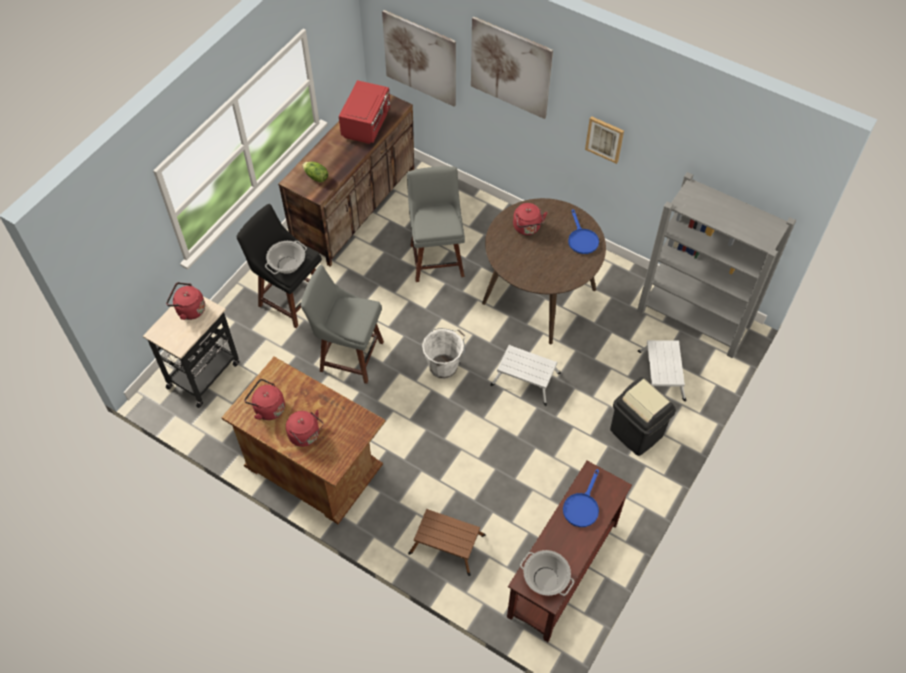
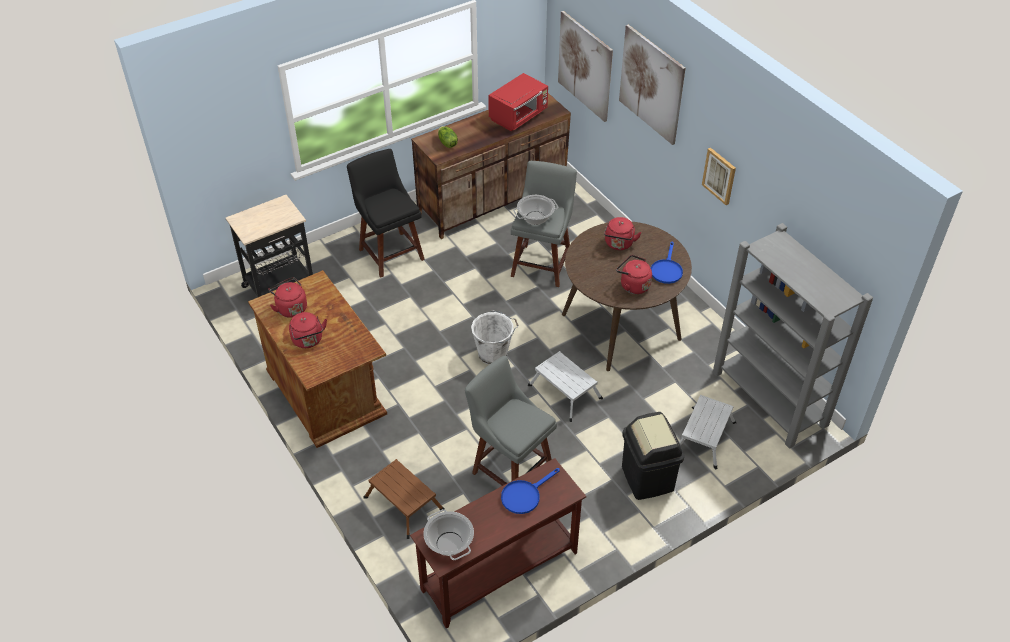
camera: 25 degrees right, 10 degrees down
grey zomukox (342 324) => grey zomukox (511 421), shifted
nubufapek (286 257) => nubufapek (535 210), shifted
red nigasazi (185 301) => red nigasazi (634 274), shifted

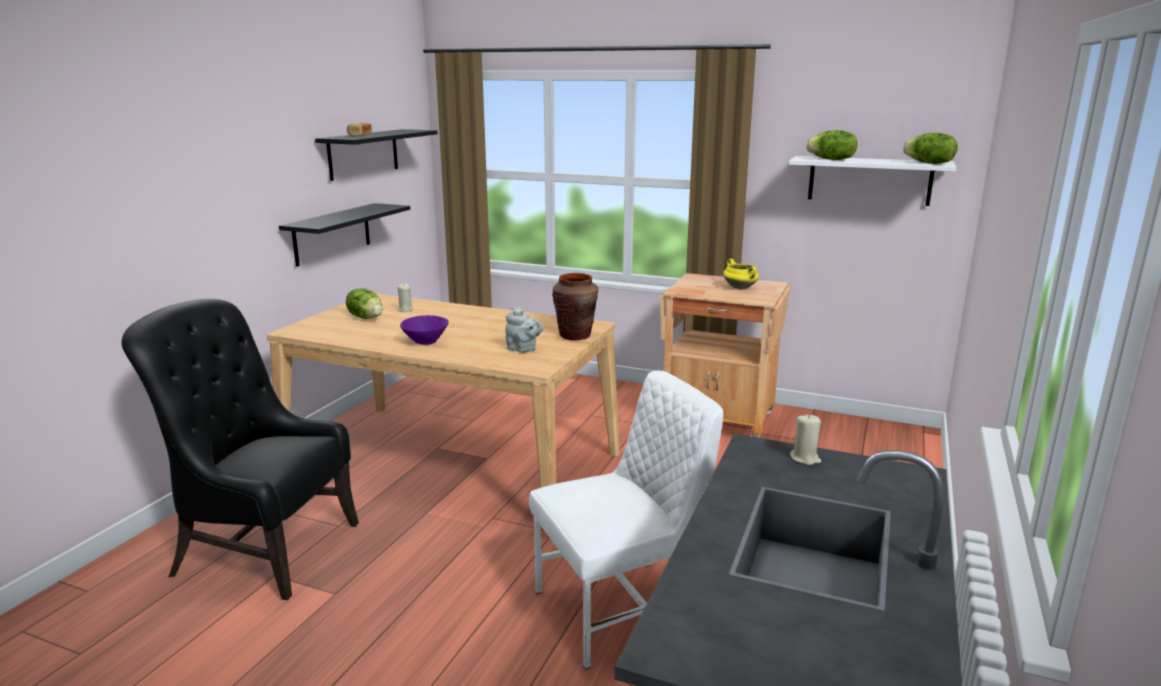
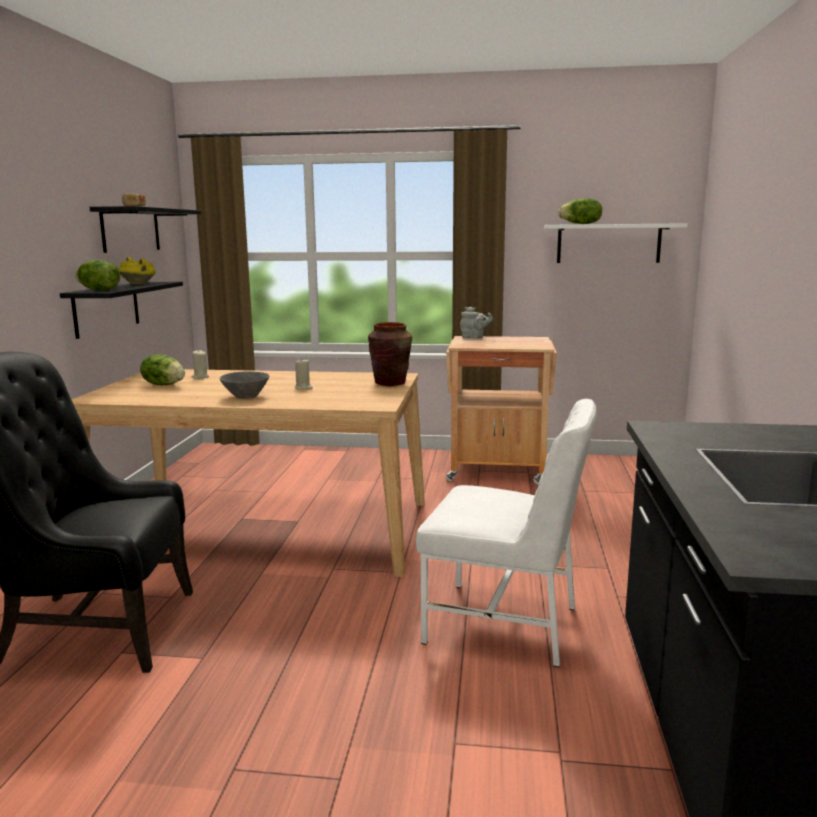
camera: 15 degrees left, 5 degrees down
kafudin (930 148) => kafudin (97 275), shifted
yellow nubufapek (741 274) => yellow nubufapek (137 270), shifted
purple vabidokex (424 330) => grey vabidokex (244 384)
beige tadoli (805 439) => beige tadoli (304 375), shifted
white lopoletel (626 520) => white lopoletel (506 533), 60 degrees clockwise
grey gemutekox (524 330) => grey gemutekox (476 323), shifted

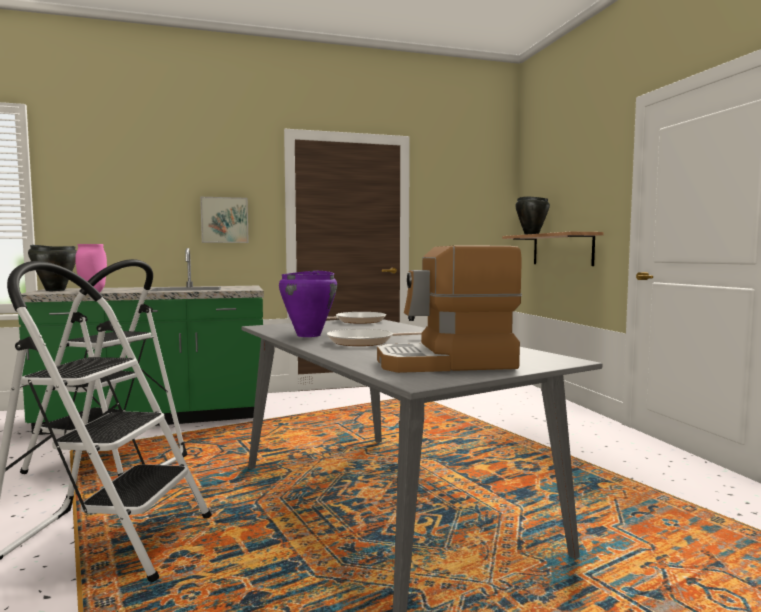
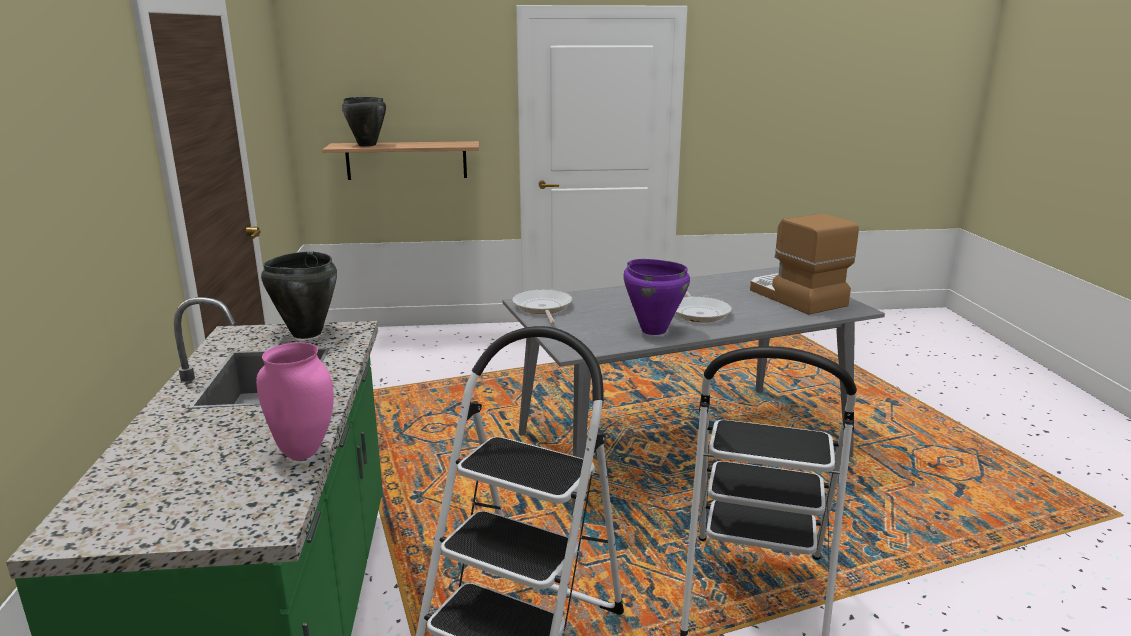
camera: 80 degrees left, 15 degrees up
black nubufapek (52 268) => black nubufapek (299 295), shifted
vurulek (449 309) => vurulek (804 264), 150 degrees clockwise
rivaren (224 220) => nothing

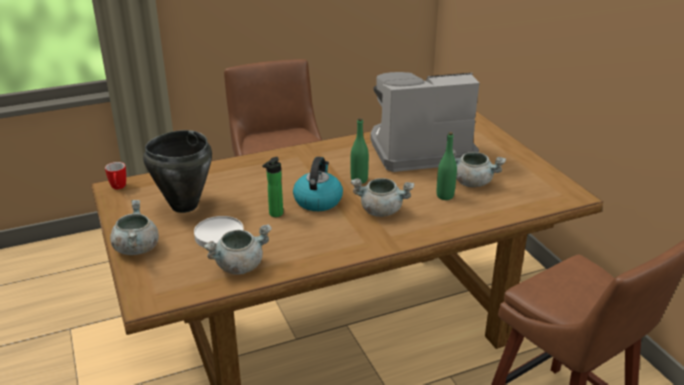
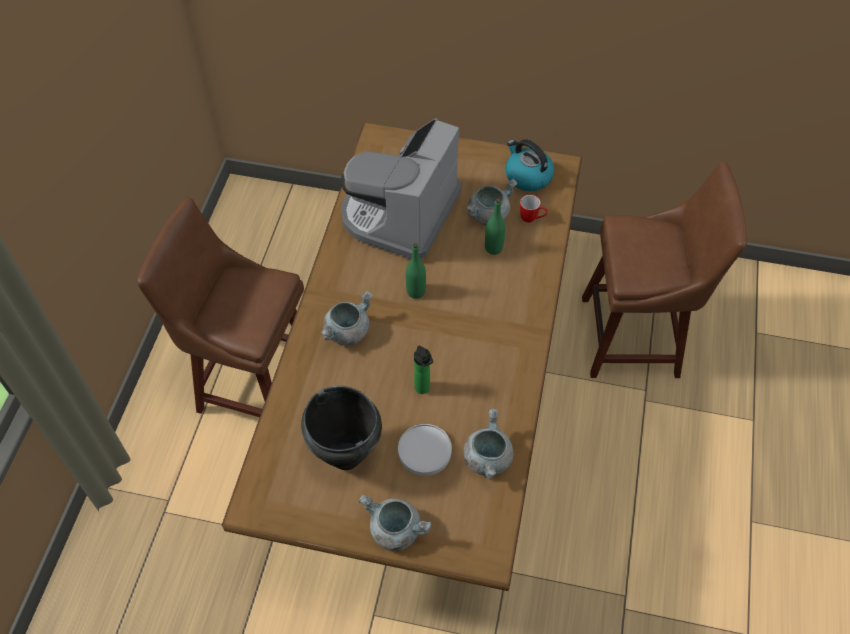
camera: 55 degrees left, 25 degrees up
grey nubufapek (382 197) => grey nubufapek (346 318), shifted
nigasazi (318 184) => nigasazi (529 165), shifted
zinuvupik (115 176) => zinuvupik (534 209), shifted

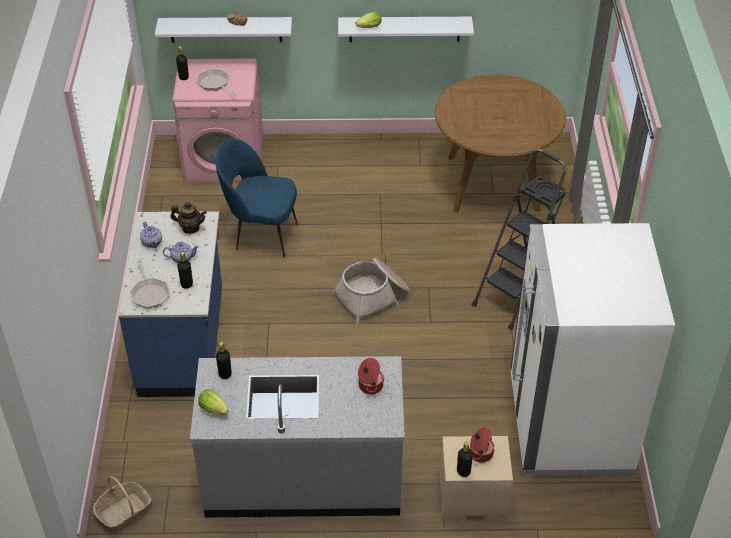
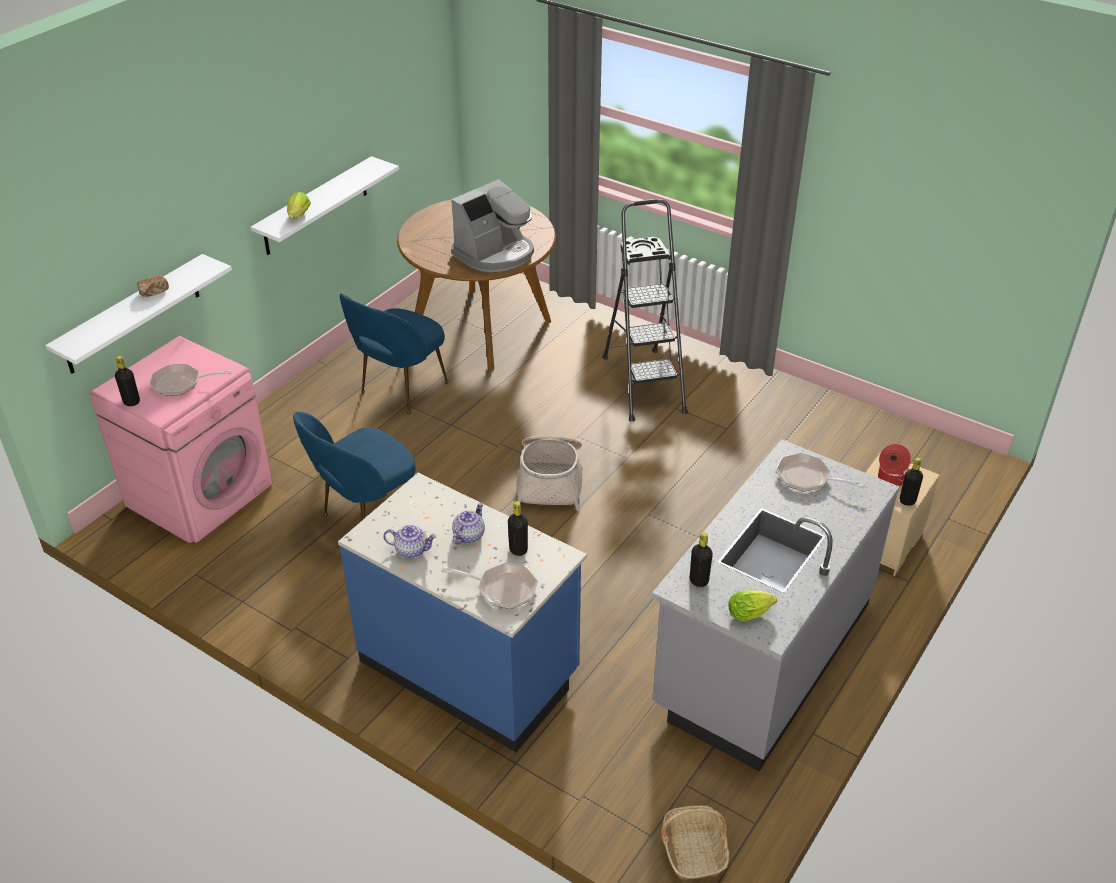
camera: 55 degrees left, 5 degrees down
nothing => blue lopoletel (394 354)
nothing => vurulek (492 225)
nubufapek (371 376) => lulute (820 472)
gemutekox (189 218) => nothing
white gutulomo (593 350) => nothing

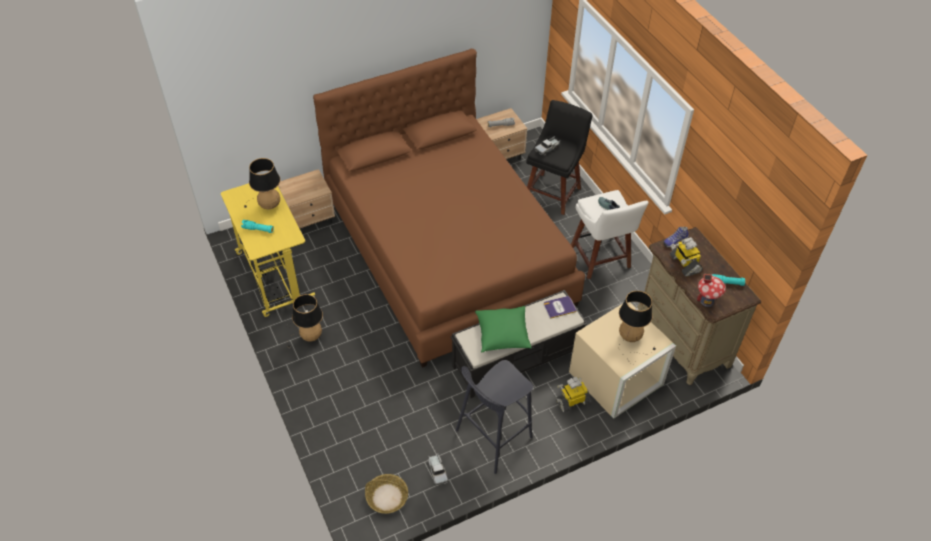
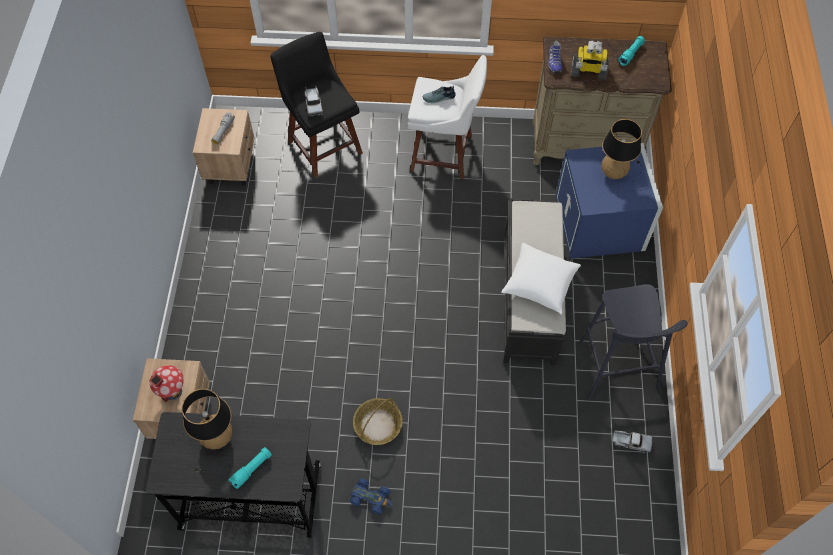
camera: 60 degrees left, 10 degrees up
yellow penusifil (268 250) => black penusifil (233 475)
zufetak (711 290) => zufetak (166 383), shifted
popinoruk (305 321) => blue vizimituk (371 496)
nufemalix (386 494) => nufemalix (378 421), shifted
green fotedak (503 329) => white fotedak (541 279)
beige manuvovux (622 360) => blue manuvovux (609 201)
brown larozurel (449 208) => nothing
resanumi (560 307) => nothing
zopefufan (573 395) => nothing

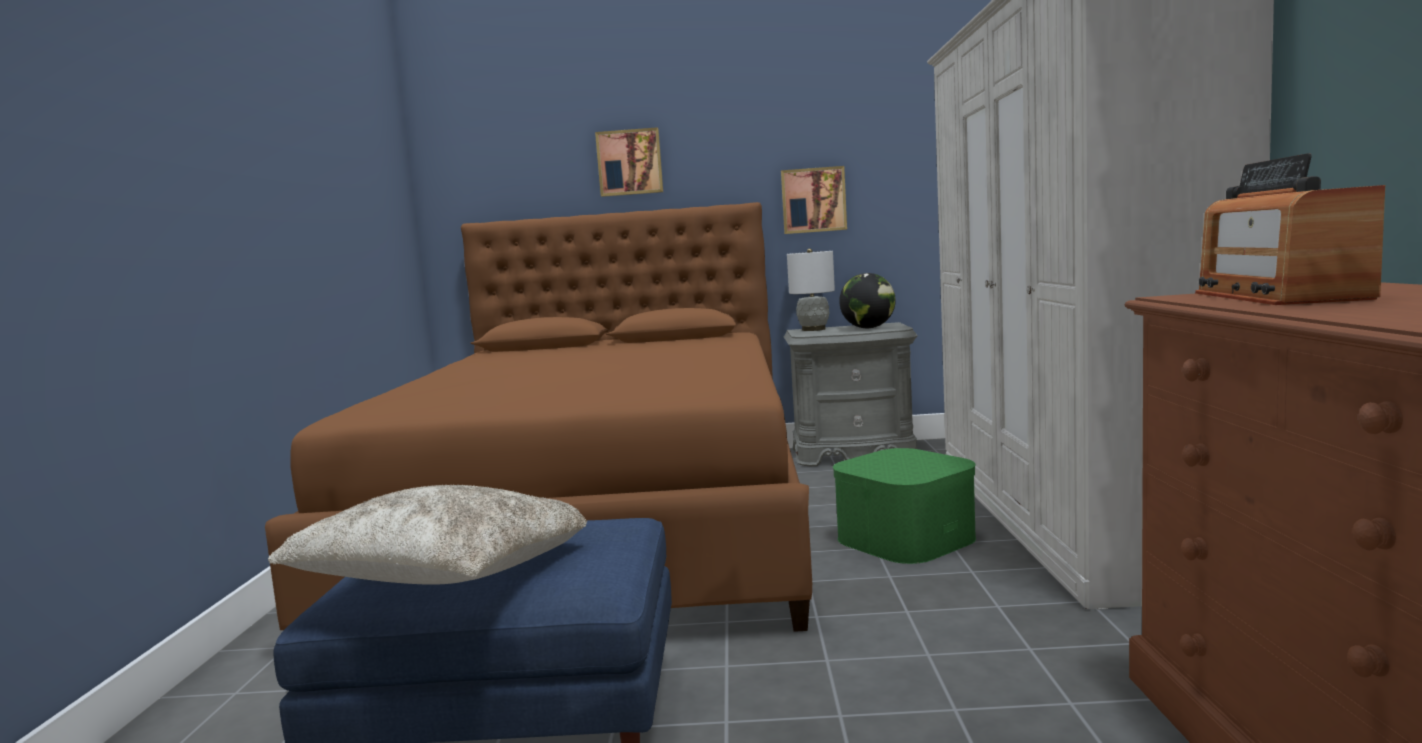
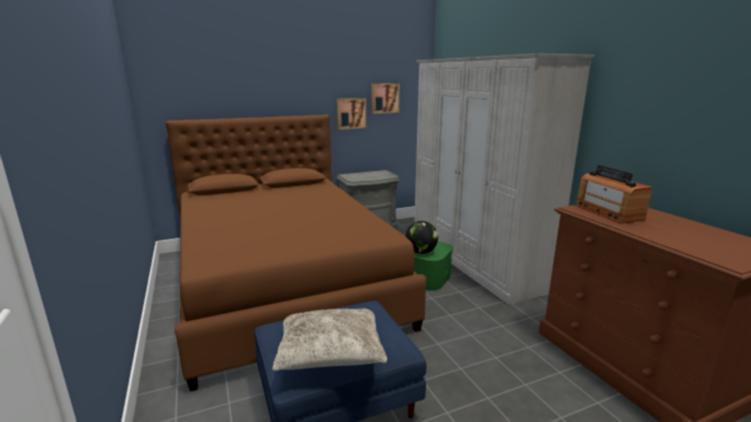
camera: 25 degrees left, 10 degrees up
rivaren (629 162) => rivaren (386 98), shifted
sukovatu (867 300) => sukovatu (421 237), shifted
white popinoruk (811 289) => nothing

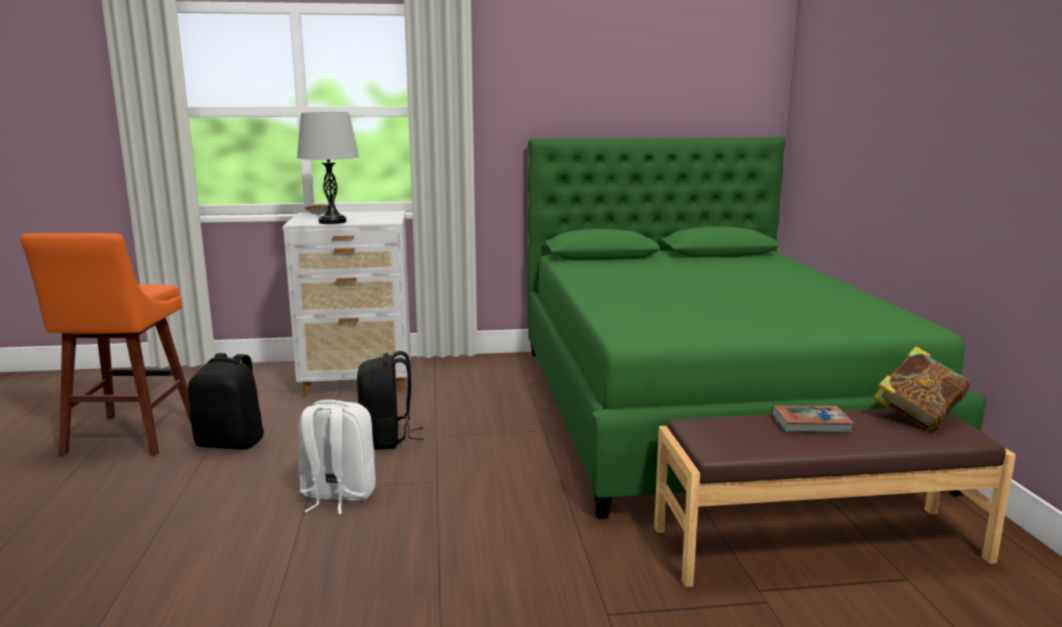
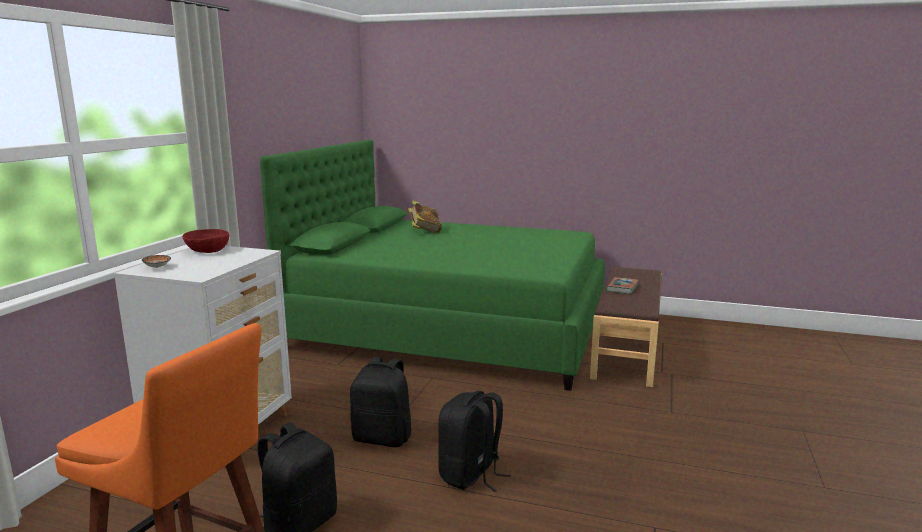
camera: 65 degrees left, 0 degrees up
nothing => red vabidokex (205 241)
resanumi (921 388) => resanumi (425 217), shifted
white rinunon (337 457) => black rinunon (474 441)
grey popinoruk (328 168) => nothing

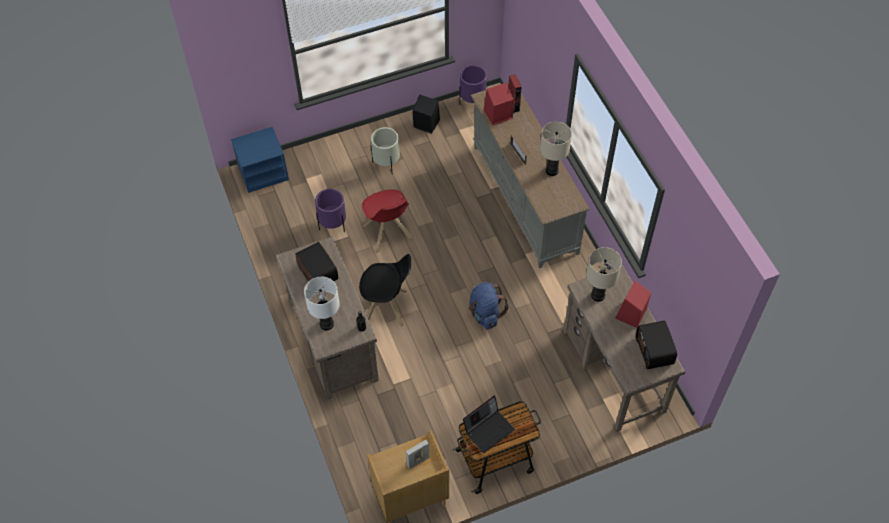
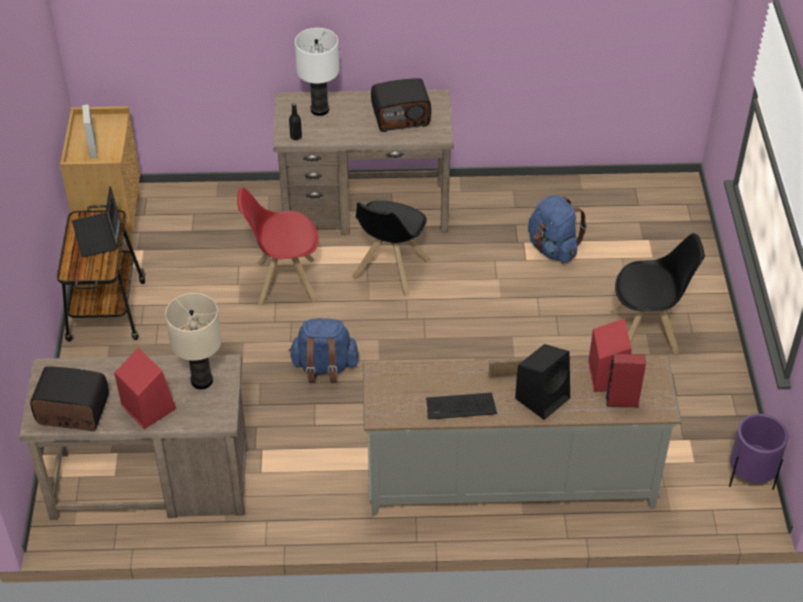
camera: 110 degrees right, 10 degrees down
red lopoletel (387 221) => red lopoletel (278 246), shifted
beige popinoruk (556 149) => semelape (461 406)
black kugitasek (426 114) => black kugitasek (542 382), shifted
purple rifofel (330 210) => blue rinunon (557 229)
beige rifofel (385 149) => black lopoletel (657 294)
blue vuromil (260 160) => nothing

